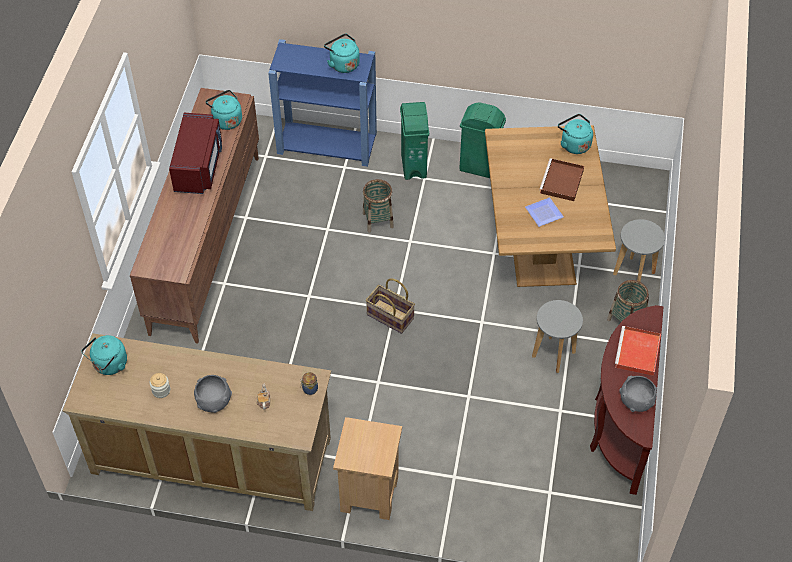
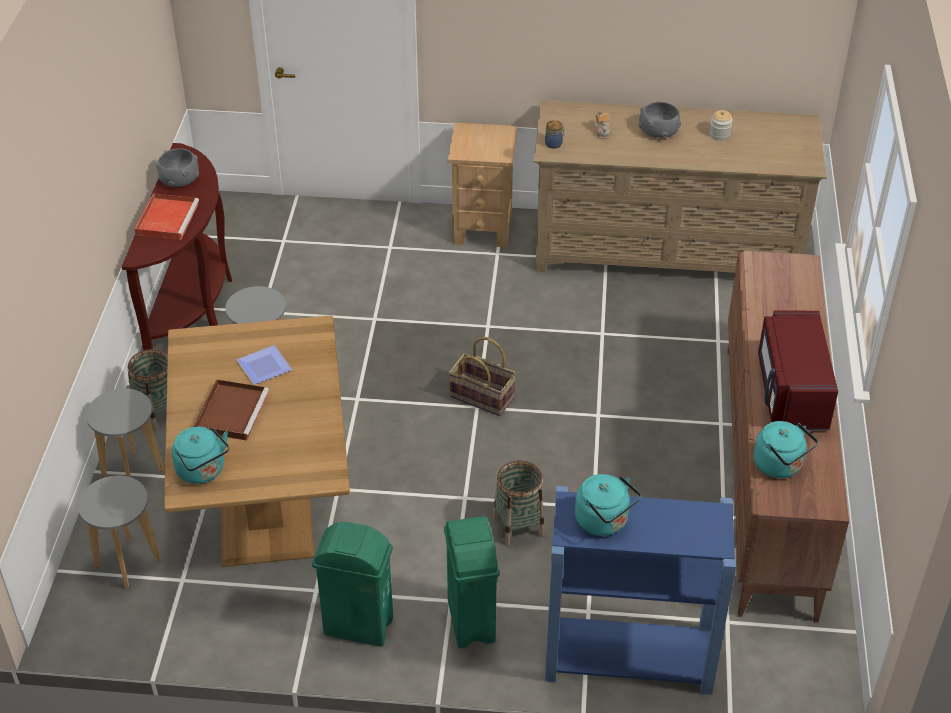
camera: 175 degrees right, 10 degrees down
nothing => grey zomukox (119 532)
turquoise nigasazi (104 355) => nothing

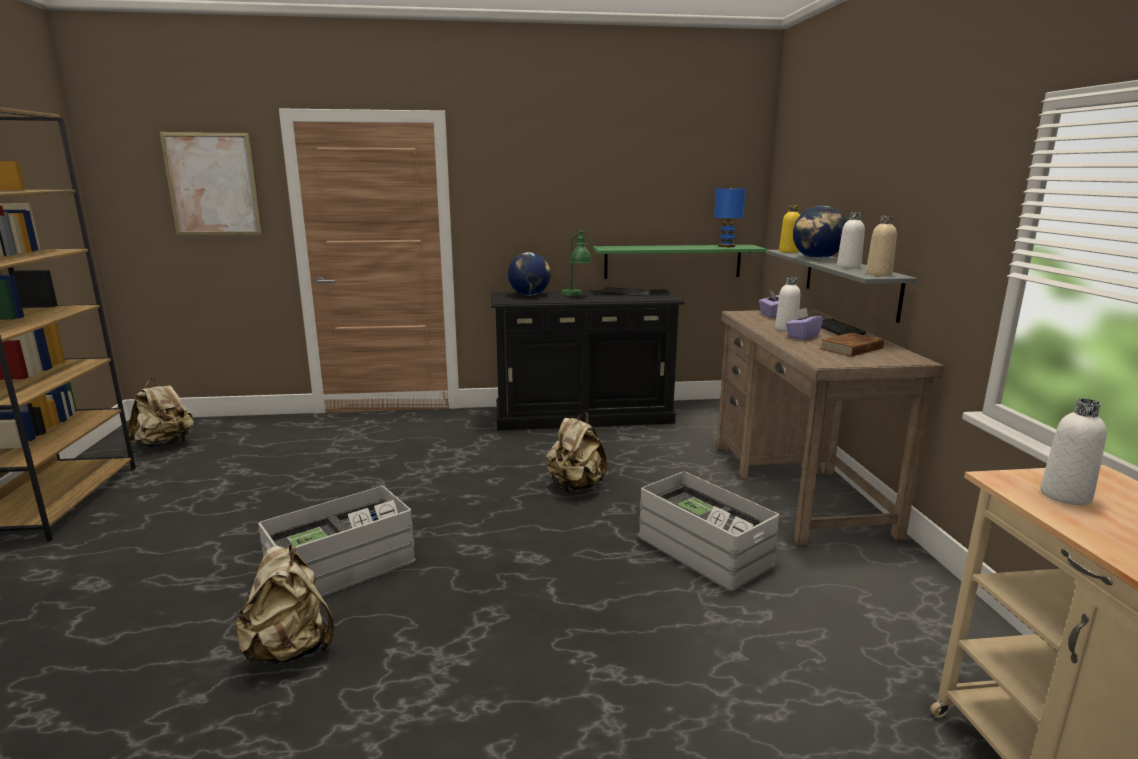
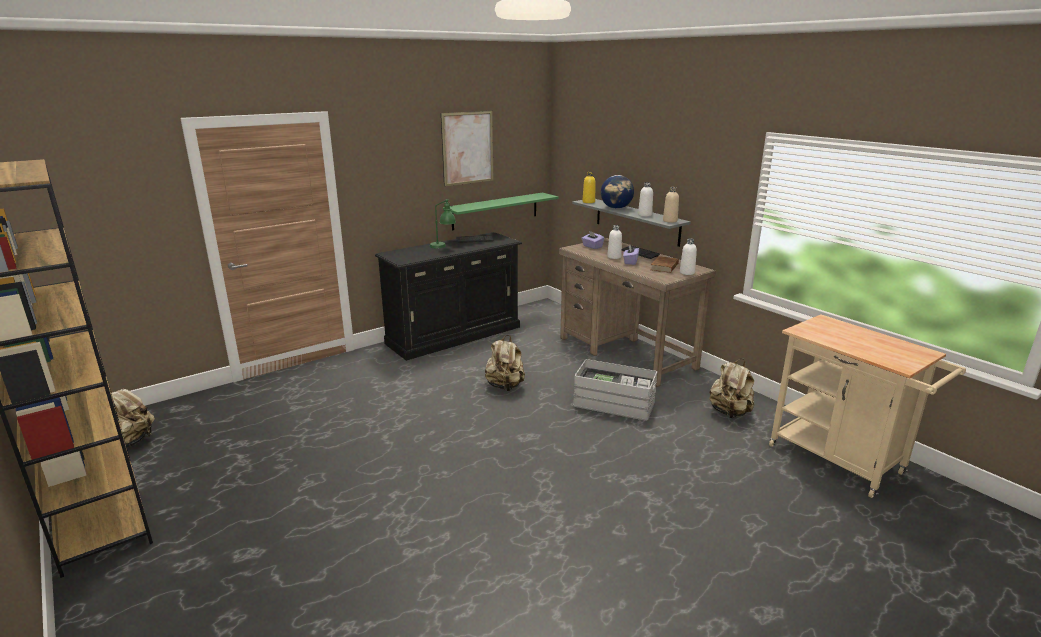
camera: 30 degrees left, 5 degrees up
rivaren (211 183) => rivaren (467 149), shifted
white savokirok (1073 452) => white savokirok (688 256), shifted
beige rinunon (284 604) => beige rinunon (732 389), shifted
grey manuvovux (337 541) => nothing
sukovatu (529 274) => nothing
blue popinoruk (730 217) => nothing

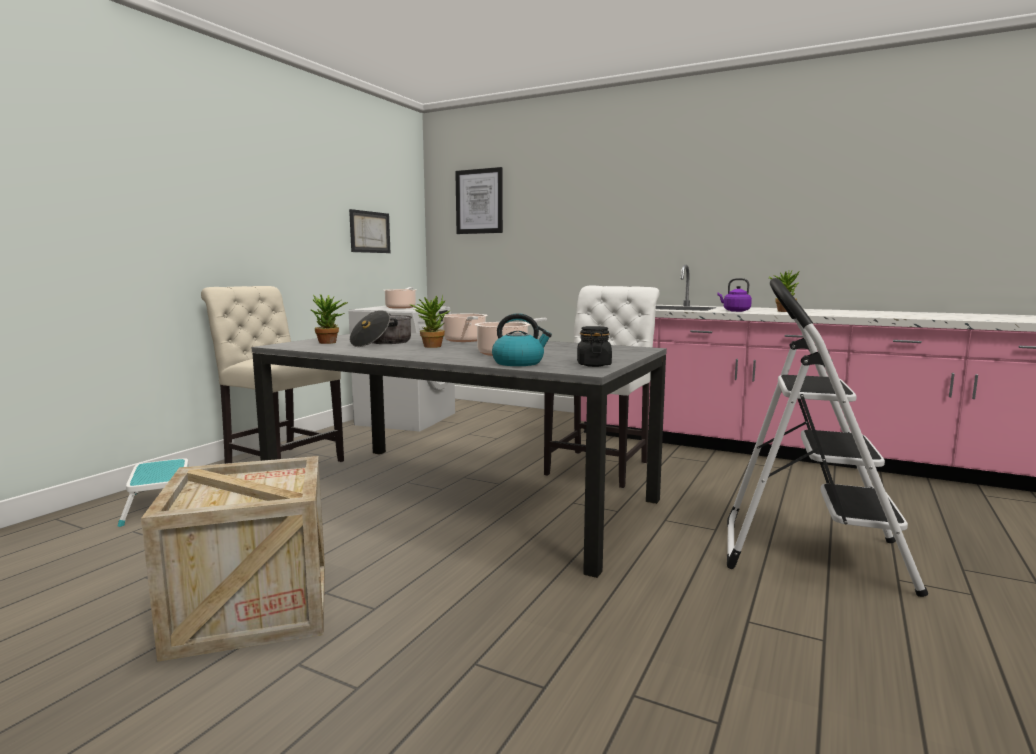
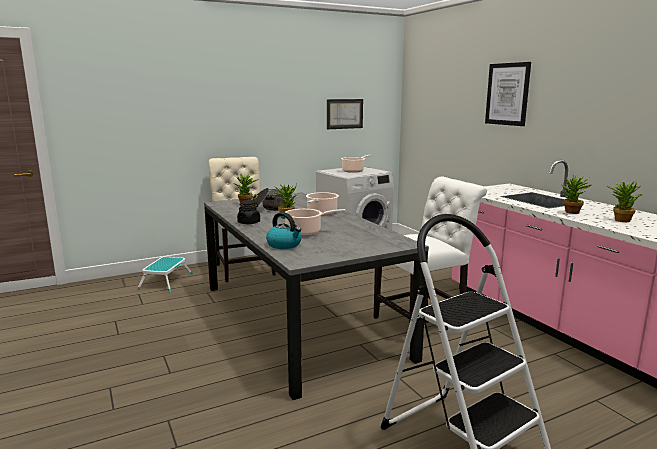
camera: 35 degrees right, 5 degrees up
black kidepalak (594 346) => black kidepalak (248 212), shifted
rivaren (479 200) => rivaren (508 94), shifted
purple nigasazi (734 295) => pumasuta (577 194)
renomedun (233 559) => nothing

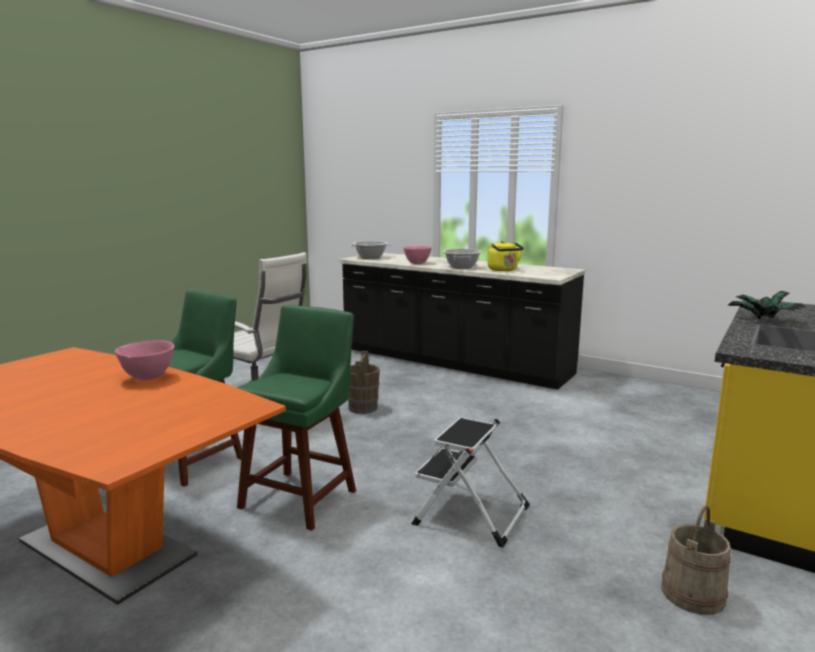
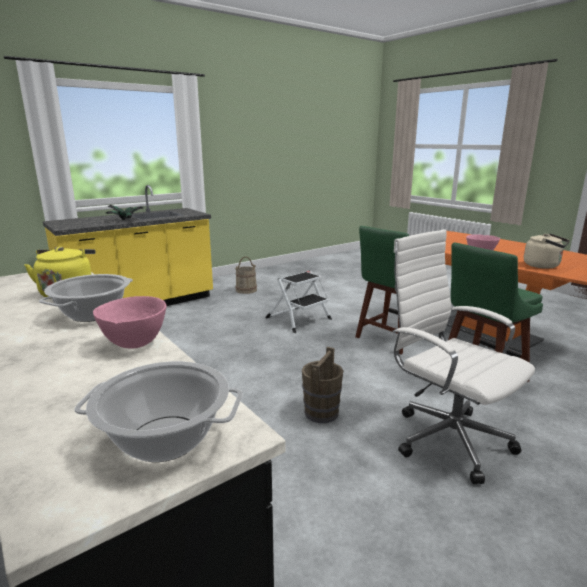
camera: 160 degrees left, 5 degrees up
nothing => beige nigasazi (547 251)

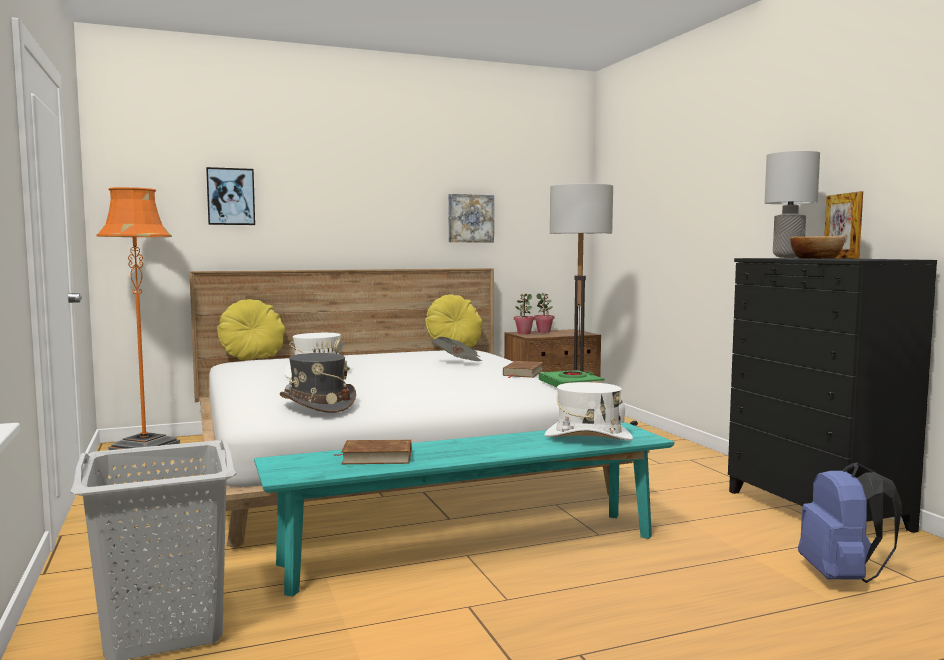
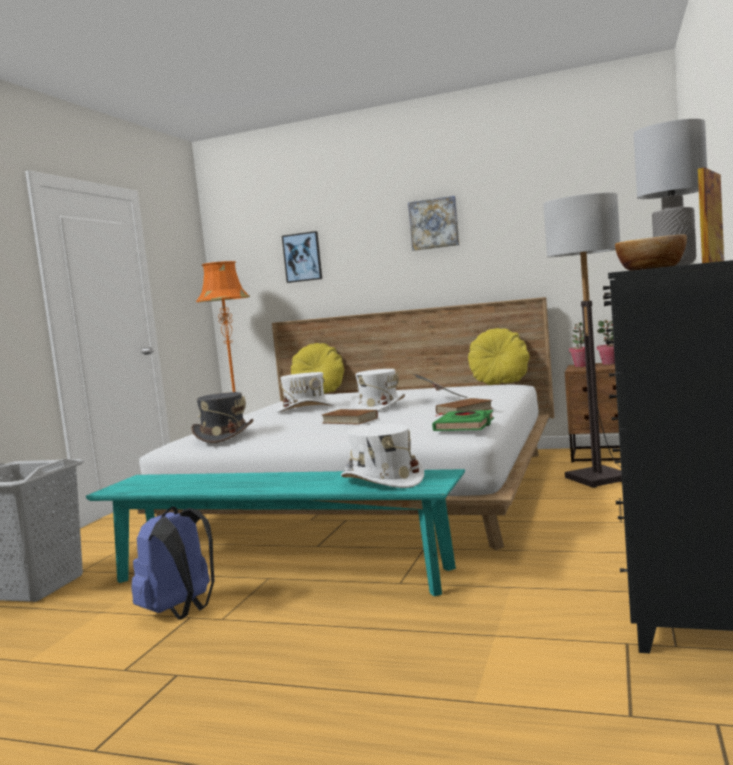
camera: 40 degrees right, 0 degrees up
blue rinunon (850 523) => blue rinunon (172 563), shifted
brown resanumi (372 452) => brown resanumi (350 417), shifted
nothing => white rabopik (377 390)
rivaren (471 218) => rivaren (433 223), shifted

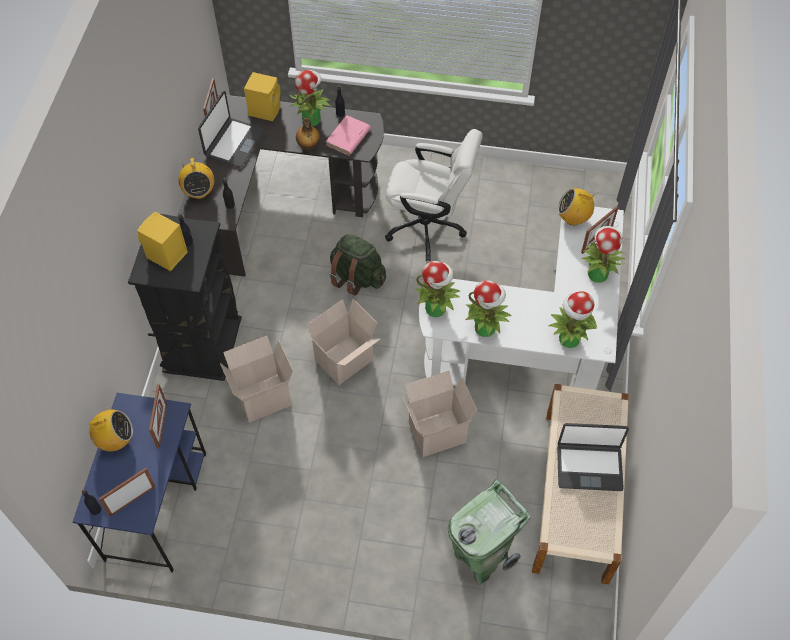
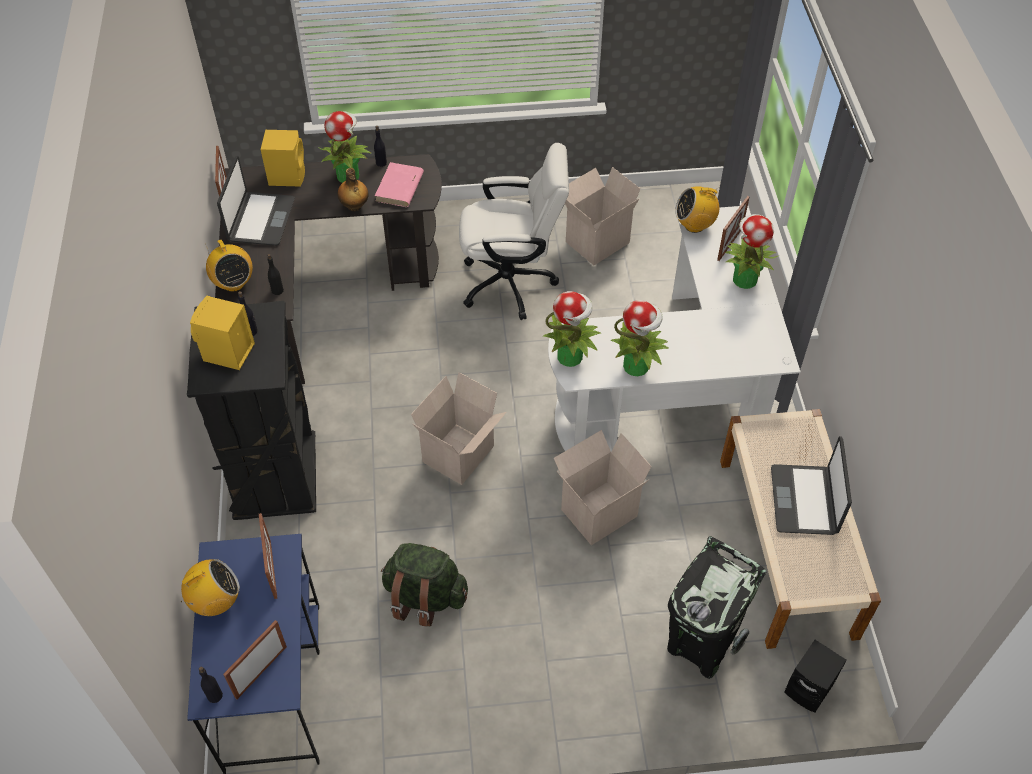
camera: 15 degrees left, 5 degrees down
green rinunon (358 264) => green rinunon (424 584), shifted
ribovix (256 379) => ribovix (602 216), shifted
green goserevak (489 531) => black goserevak (717 607)
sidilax (593 457) => sidilax (811 485), 105 degrees clockwise
nothing => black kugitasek (815 676)
pumasuta (573 319) => nothing

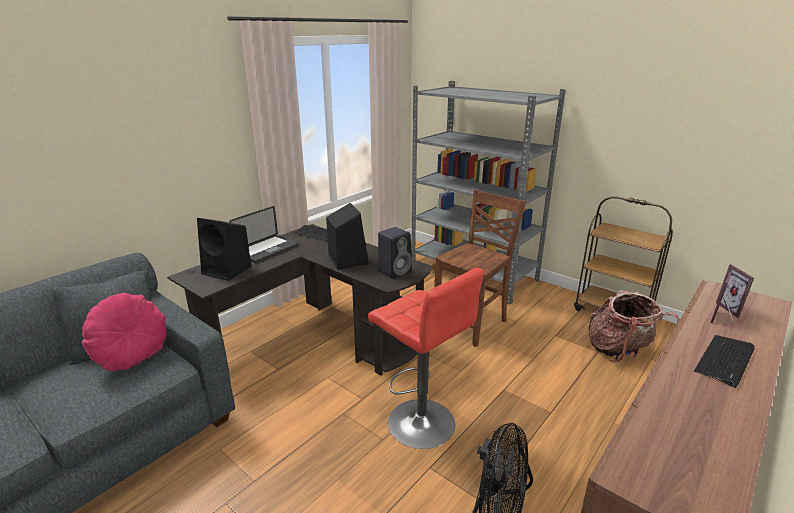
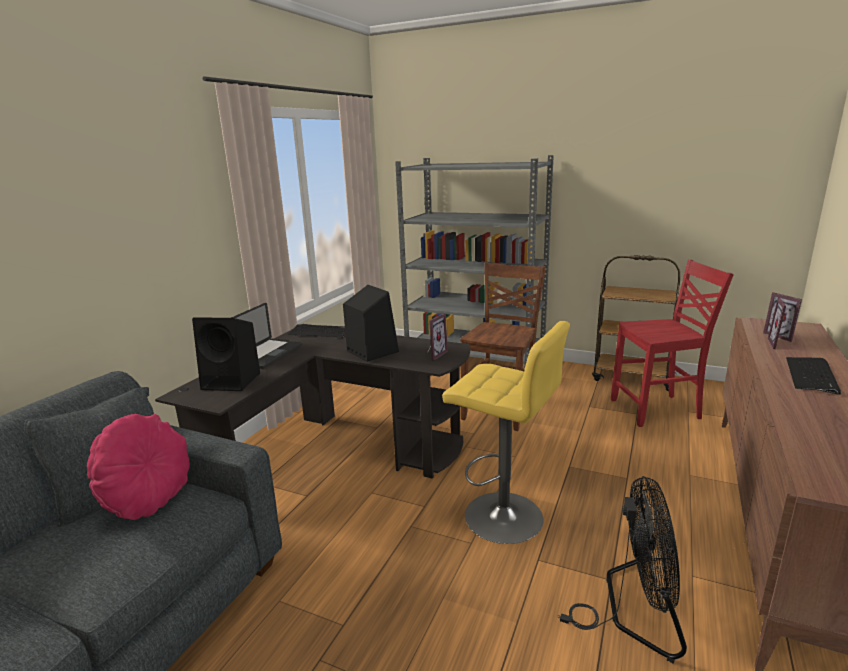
camera: 15 degrees left, 5 degrees down
black kugitasek (395 253) => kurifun (437 337)
red zomukox (426 358) => yellow zomukox (506 432)
rinunon (634 326) => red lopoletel (672 343)

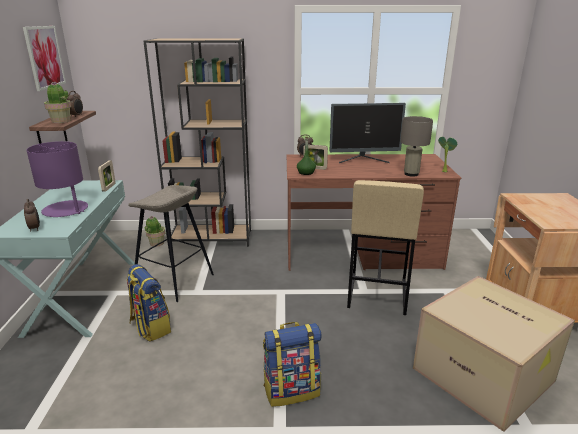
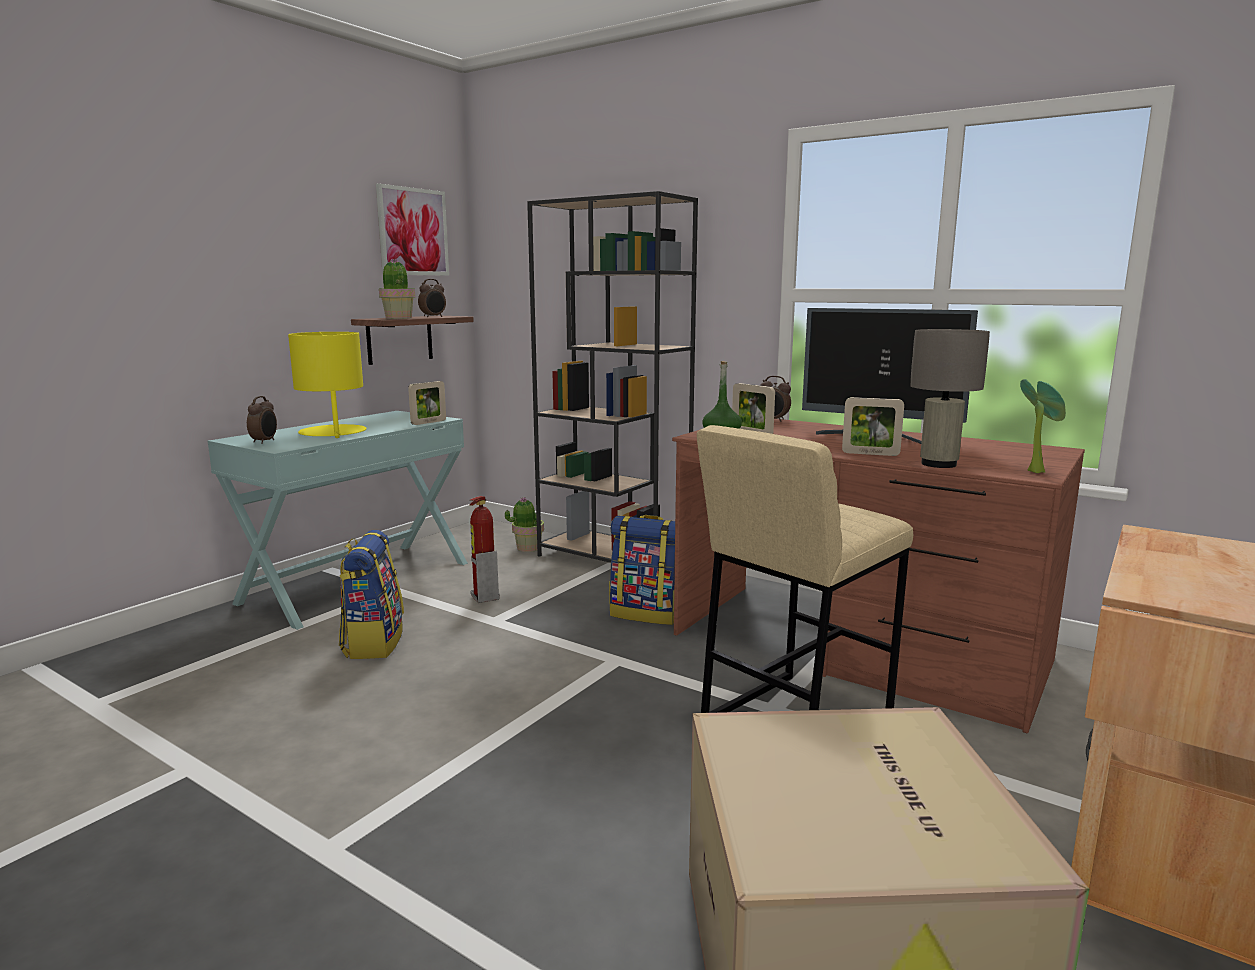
camera: 35 degrees right, 10 degrees down
purple popinoruk (57 179) => yellow popinoruk (327 385)
grey zomukox (171 243) => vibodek (484 549)
rinunon (292 364) => rinunon (642 570), shifted
nothing => kurifun (873 426)

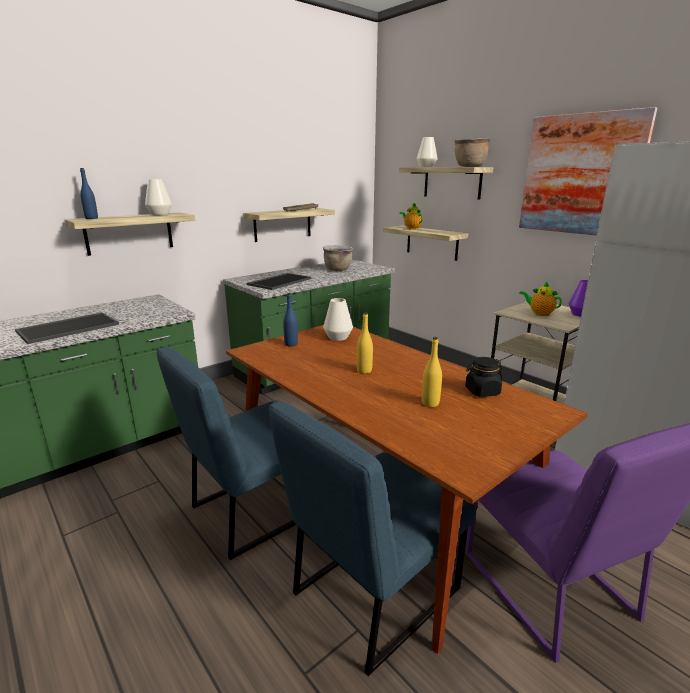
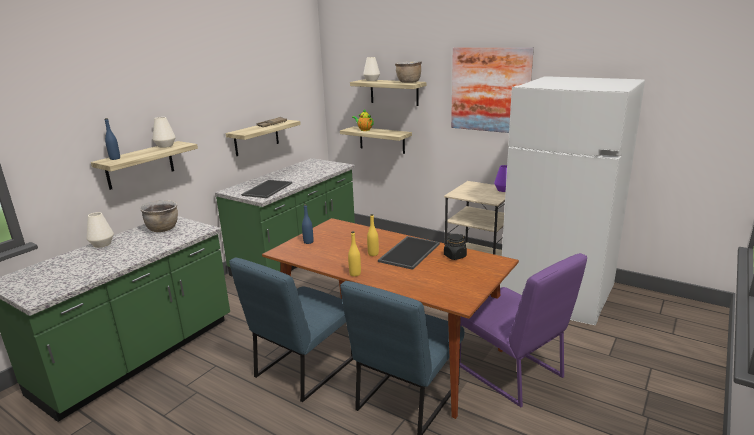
camera: 15 degrees left, 0 degrees up
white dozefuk (338 319) => white dozefuk (100 230), shifted
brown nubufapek (338 258) => brown nubufapek (159 216), shifted
yellow savokirok (432 372) => yellow savokirok (354 253), shifted
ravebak (67 328) => ravebak (409 253), shifted
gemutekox (540 298) => nothing

